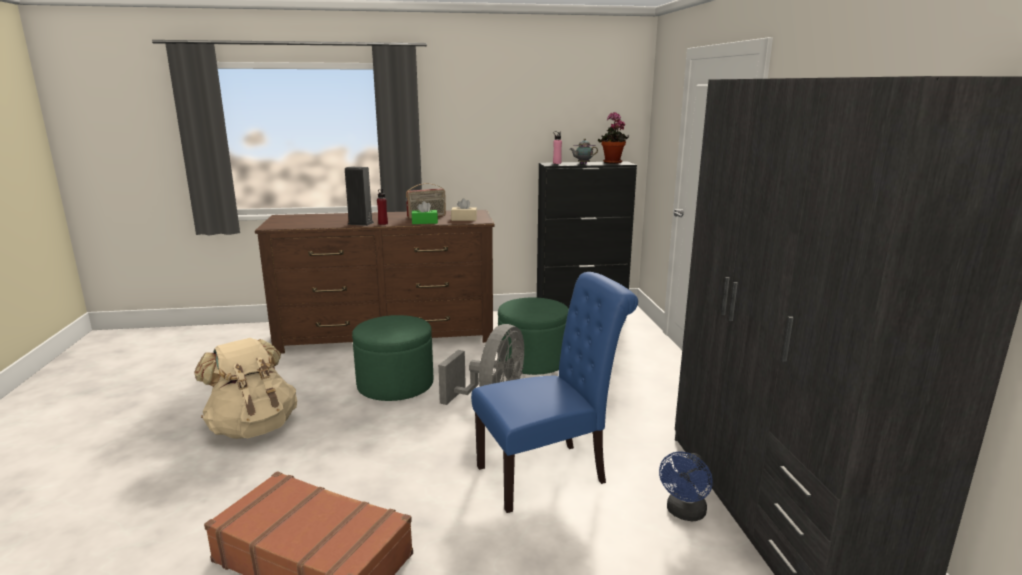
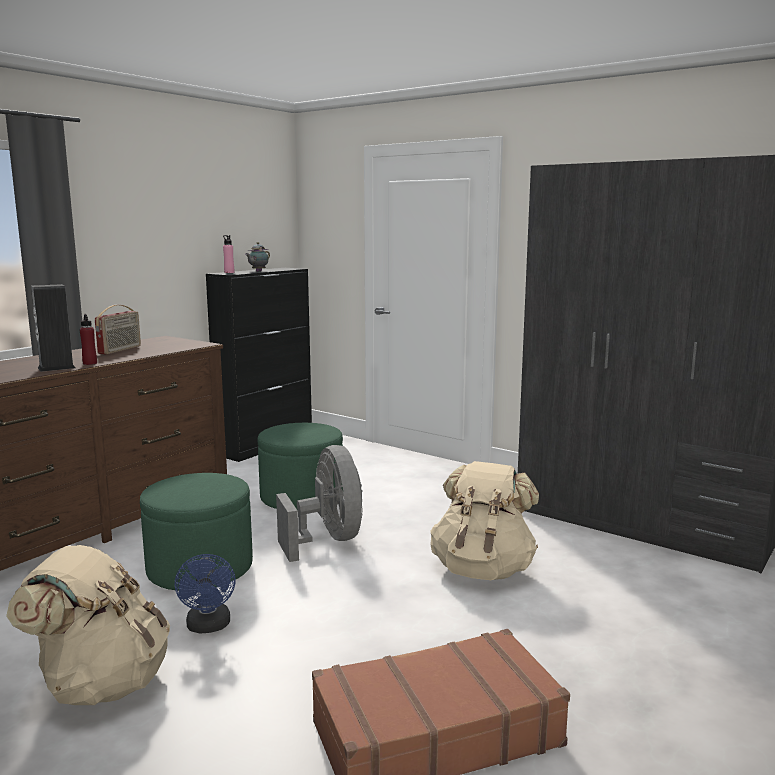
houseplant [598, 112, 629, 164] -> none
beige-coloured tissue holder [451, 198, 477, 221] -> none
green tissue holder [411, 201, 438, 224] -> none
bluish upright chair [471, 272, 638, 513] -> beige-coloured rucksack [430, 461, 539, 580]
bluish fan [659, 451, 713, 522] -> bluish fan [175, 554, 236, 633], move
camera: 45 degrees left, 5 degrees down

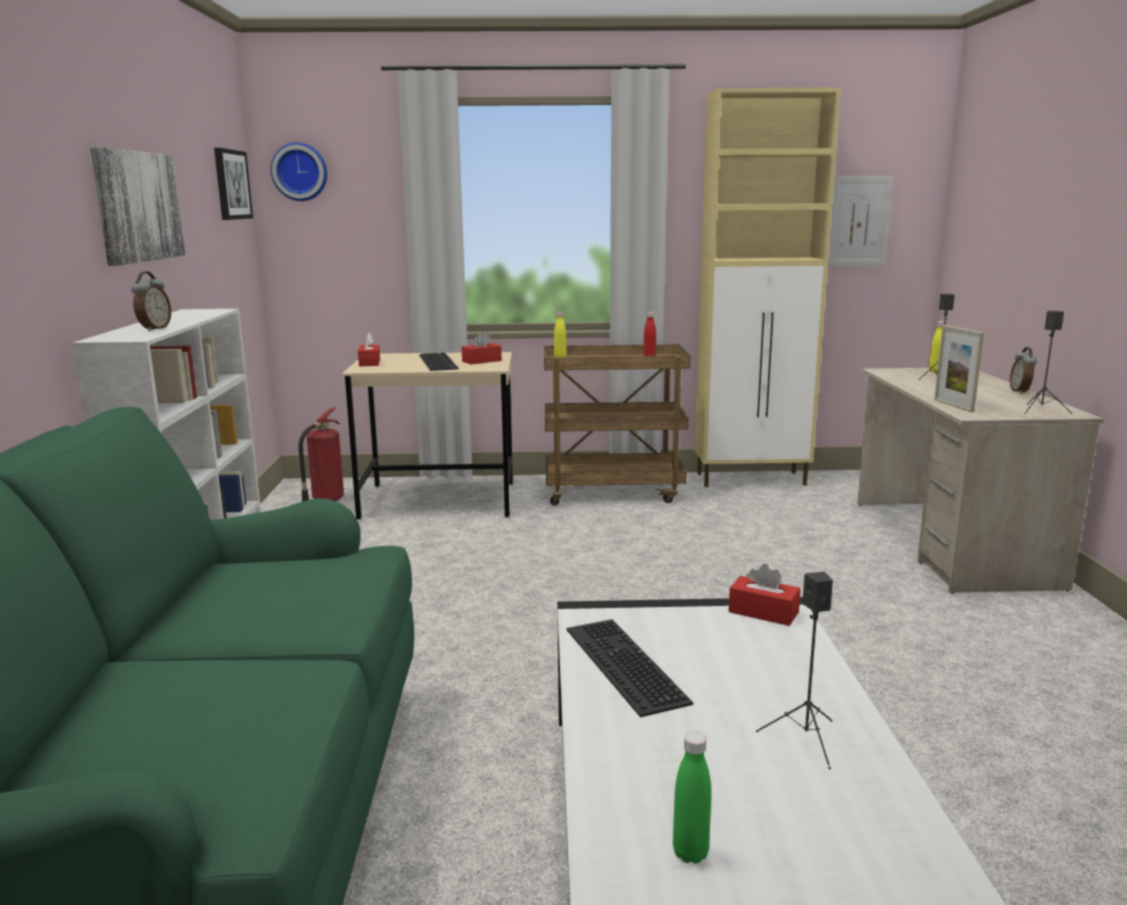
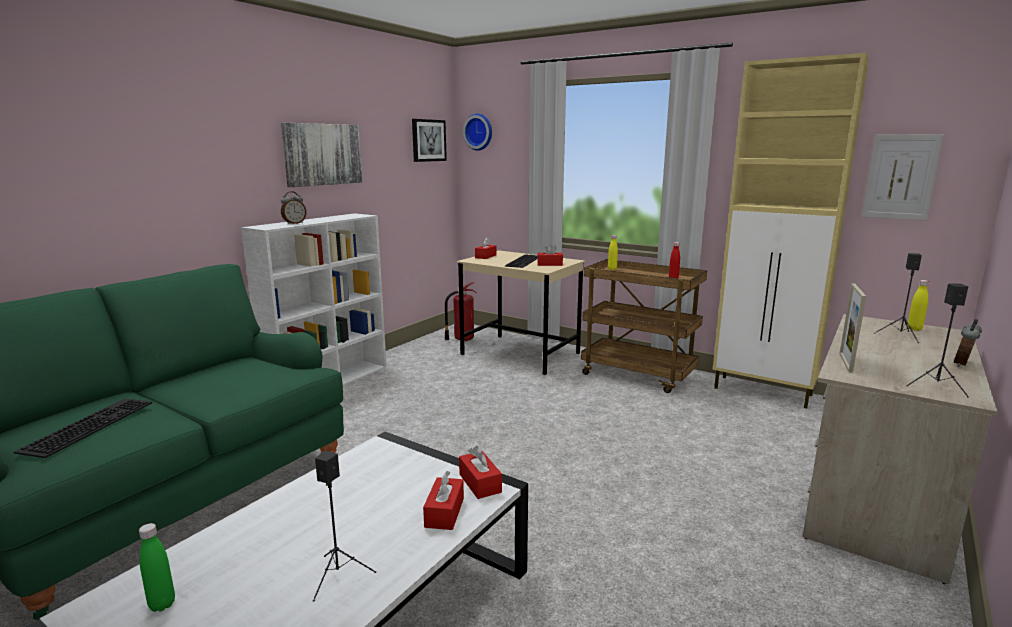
PC keyboard [567, 619, 693, 717] -> PC keyboard [14, 398, 152, 458], move
none -> red tissue holder [423, 471, 464, 530]
camera: 35 degrees right, 0 degrees up

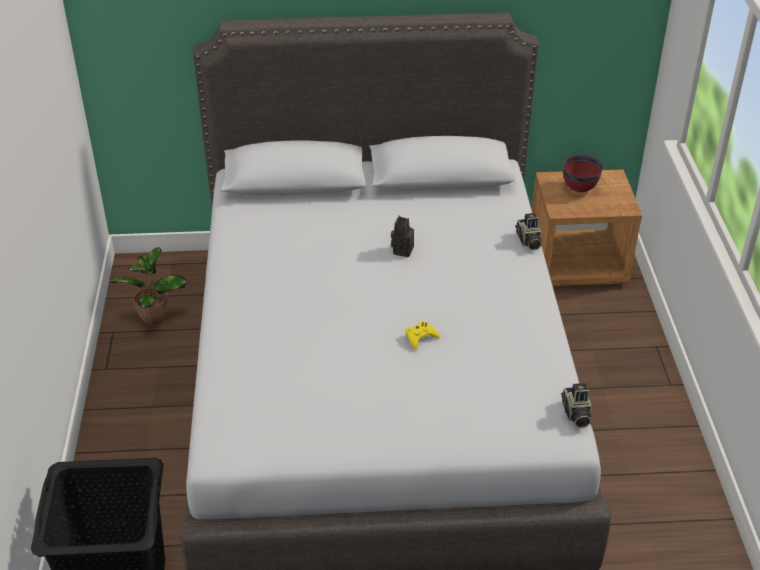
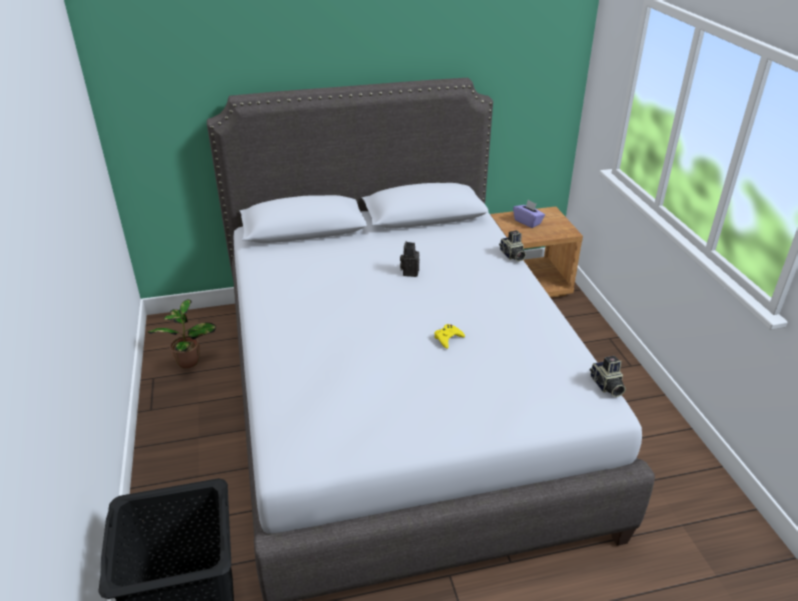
red bowl [563, 155, 603, 192] -> purple tissue holder [513, 200, 545, 228]
camera: 10 degrees left, 5 degrees down

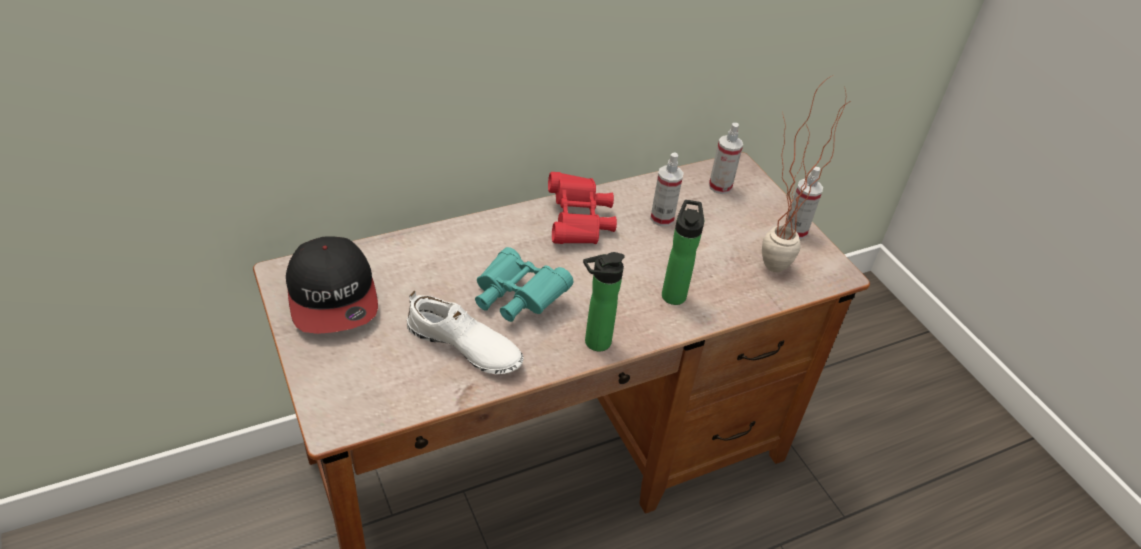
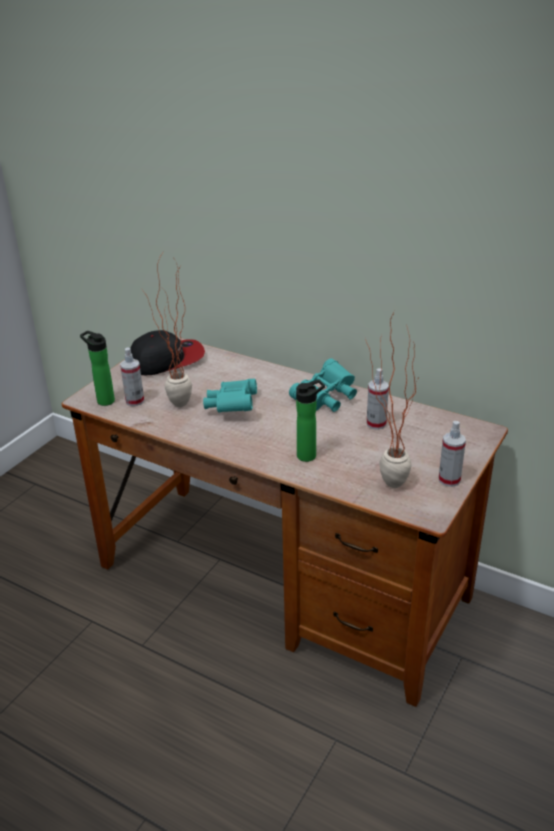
spray bottle [709, 123, 743, 194] -> spray bottle [120, 347, 144, 406], move
red binoculars [548, 172, 617, 244] -> turquoise binoculars [289, 358, 357, 412]
cap [286, 236, 378, 334] -> cap [130, 330, 205, 375], 150 degrees counterclockwise
bottle [583, 252, 625, 352] -> bottle [80, 331, 115, 406], move
white item of footwear [407, 291, 524, 374] -> houseplant [143, 254, 192, 407]
camera: 60 degrees right, 10 degrees down

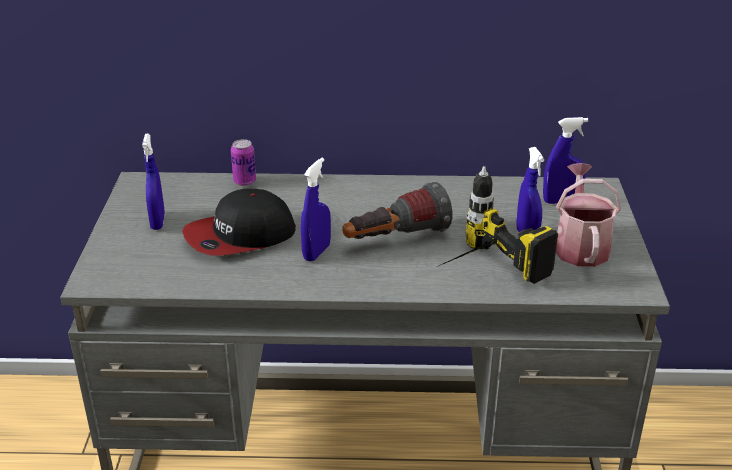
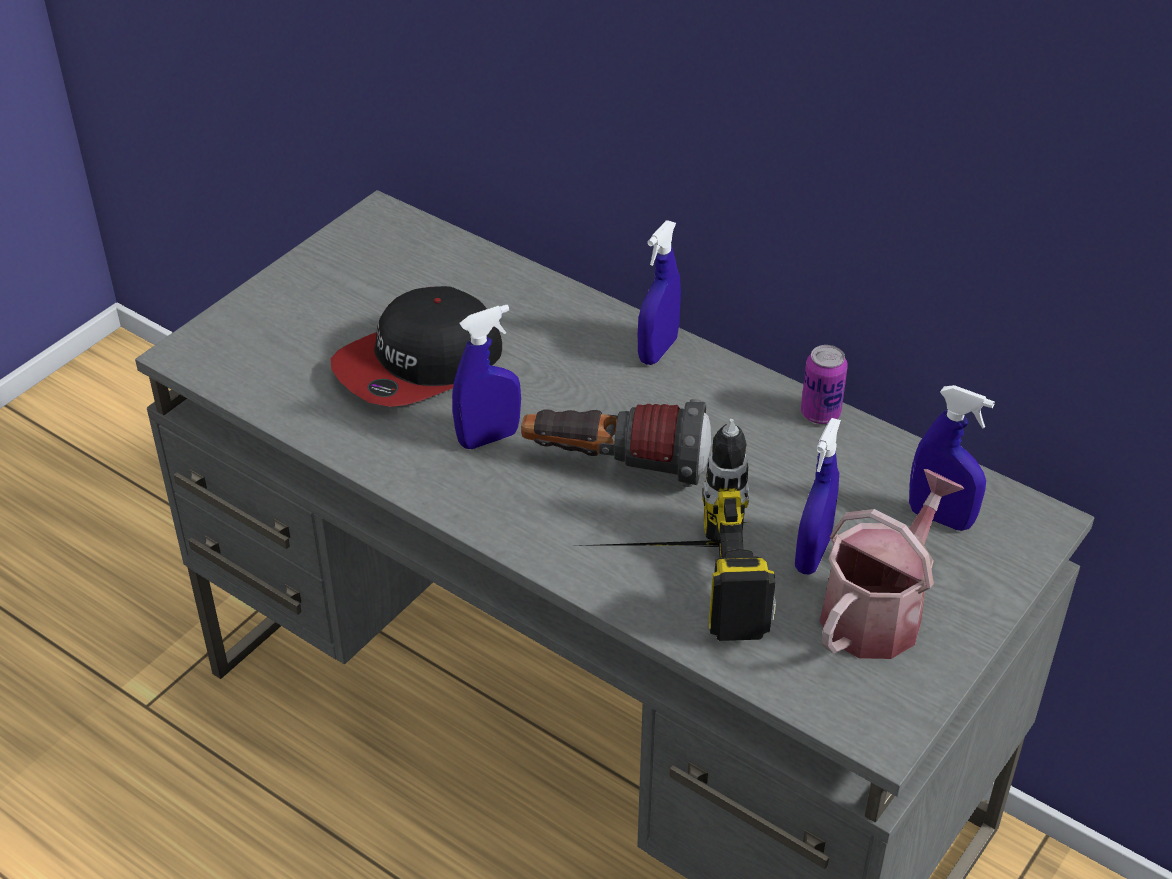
bluish spray bottle [142, 134, 165, 230] -> bluish spray bottle [638, 220, 681, 365], move
sealed can [231, 139, 256, 186] -> sealed can [801, 345, 848, 424], move
cap [182, 189, 296, 256] -> cap [331, 286, 502, 407], 45 degrees counterclockwise
camera: 35 degrees right, 10 degrees up

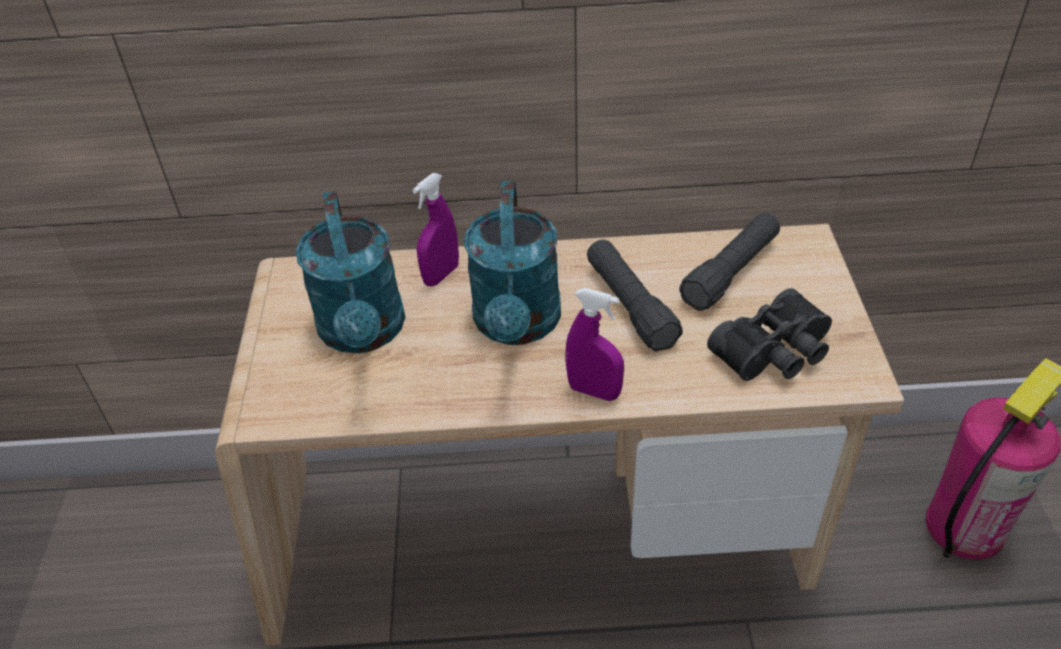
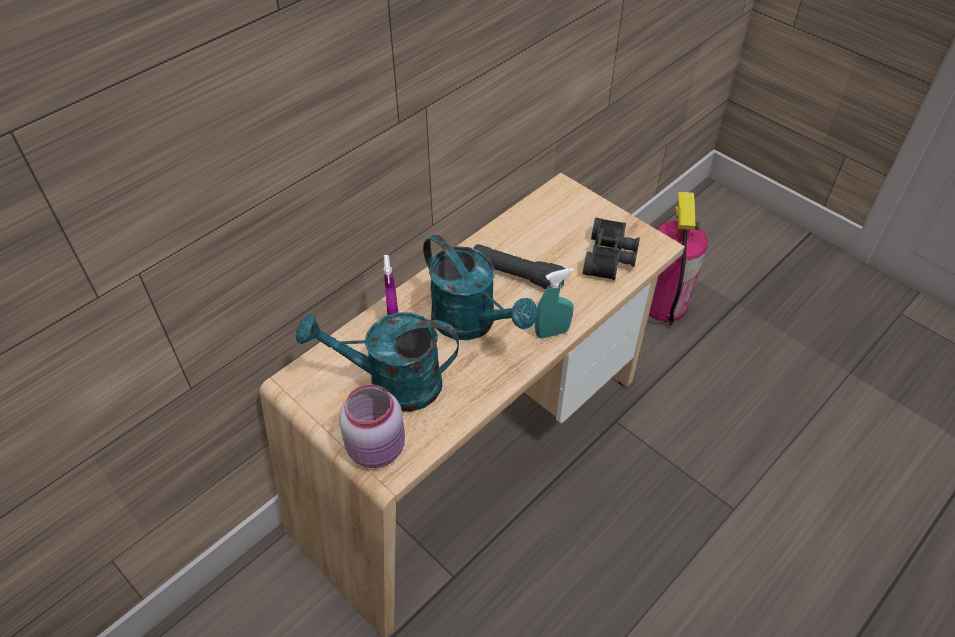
turquoise sprinkling can [296, 191, 405, 353] -> turquoise sprinkling can [296, 312, 459, 412], 150 degrees clockwise
black hand torch [679, 213, 780, 311] -> none
purple spray bottle [565, 288, 624, 401] -> turquoise spray bottle [535, 268, 574, 338]
none -> pinkish storage jar [339, 384, 405, 468]
camera: 45 degrees left, 5 degrees up

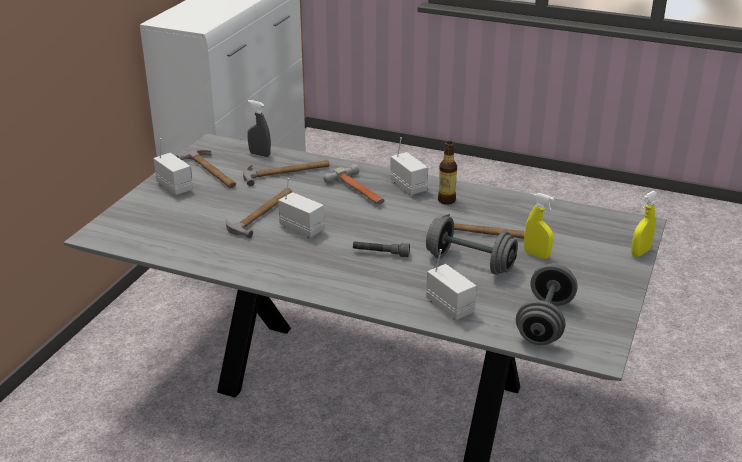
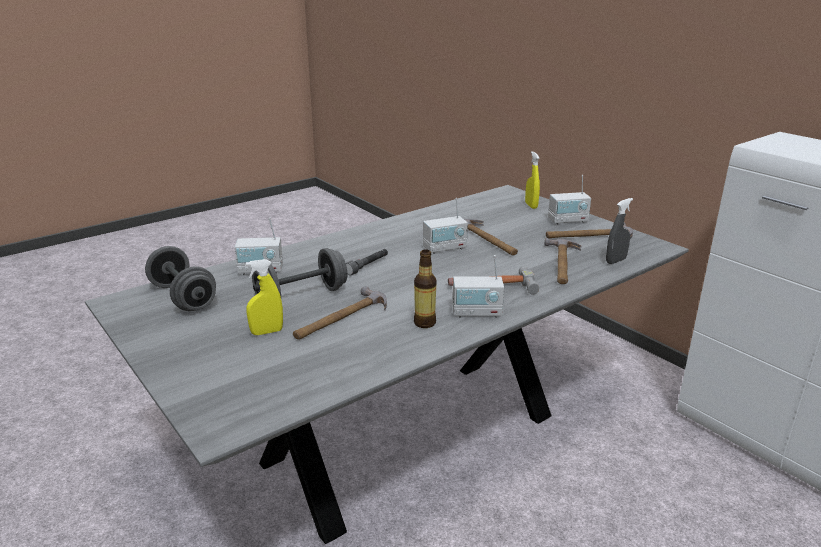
yellow spray bottle [631, 191, 657, 257] -> yellow spray bottle [525, 151, 540, 209], move
camera: 120 degrees right, 5 degrees down

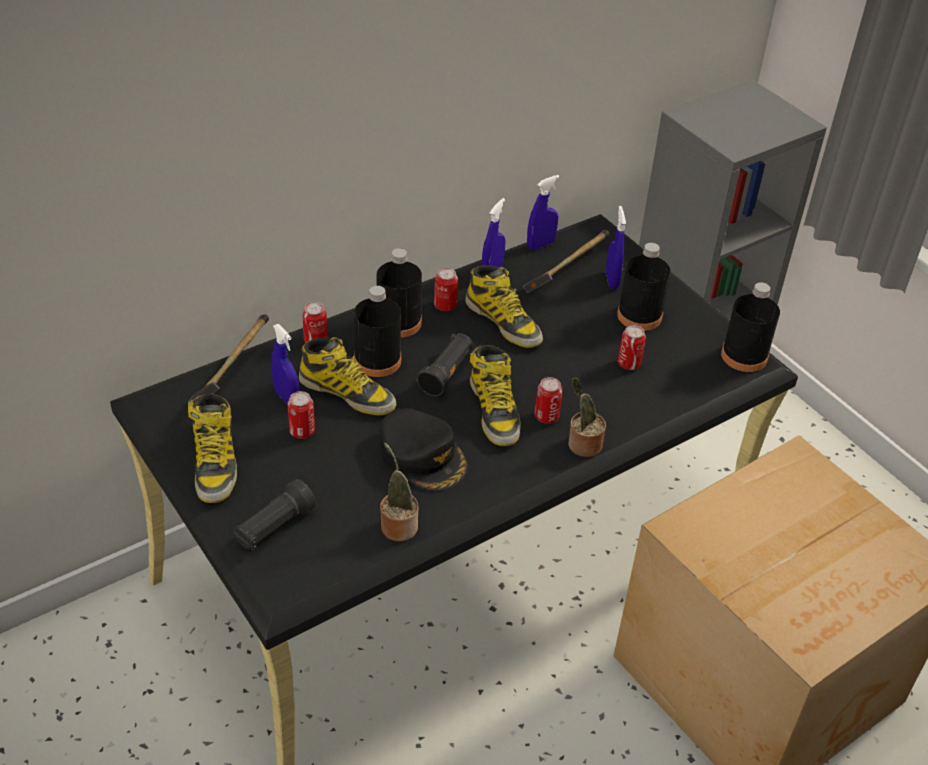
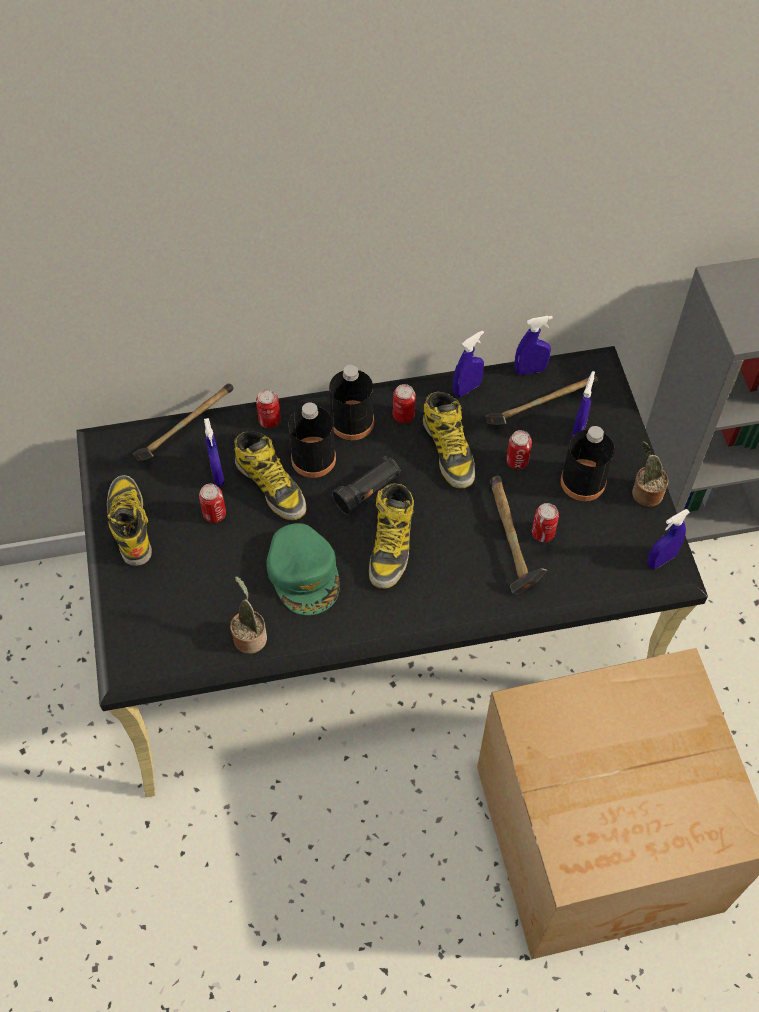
black bottle [721, 282, 780, 372] -> bluish spray bottle [648, 509, 690, 569]
sealed can [535, 377, 563, 424] -> sealed can [506, 430, 532, 469], move
houseplant [568, 378, 606, 457] -> houseplant [632, 441, 668, 507], move
tall boot [188, 394, 237, 503] -> tall boot [107, 475, 152, 566], 150 degrees clockwise
black cap [380, 408, 468, 492] -> green cap [266, 523, 340, 615]
black hand torch [233, 479, 316, 551] -> none
none -> hand hammer [489, 476, 547, 594]
camera: 25 degrees right, 15 degrees up

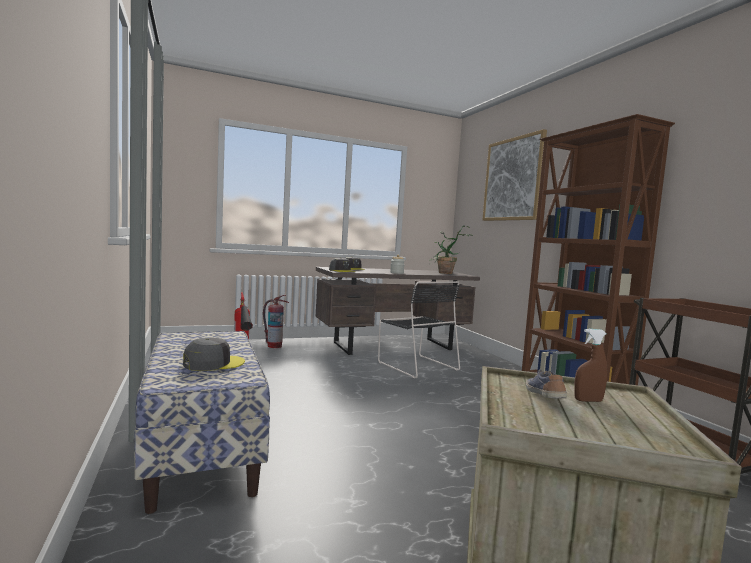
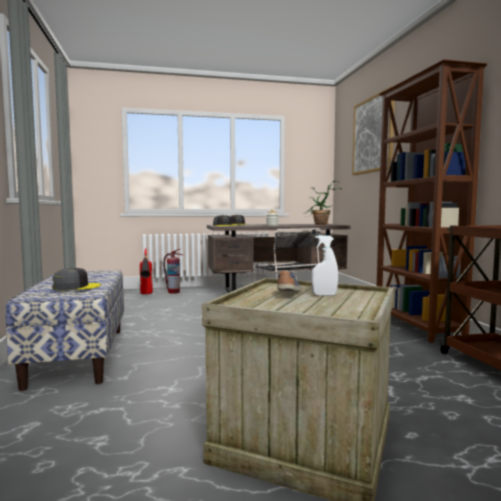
brown spray bottle [574, 329, 607, 402] -> white spray bottle [311, 235, 338, 296]
camera: 10 degrees right, 0 degrees up

